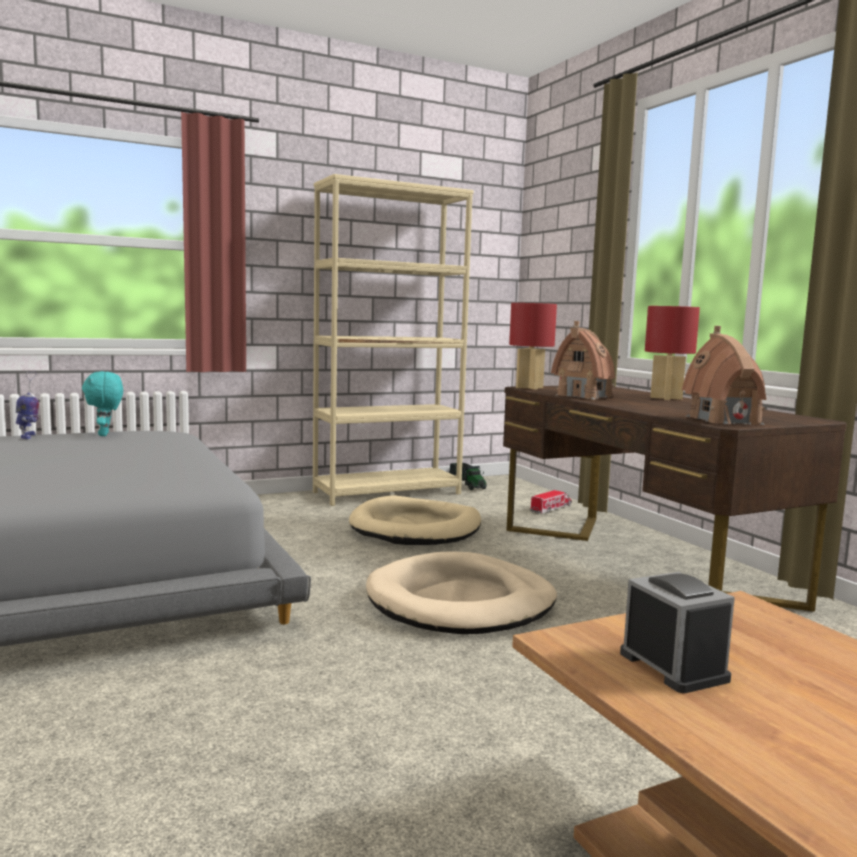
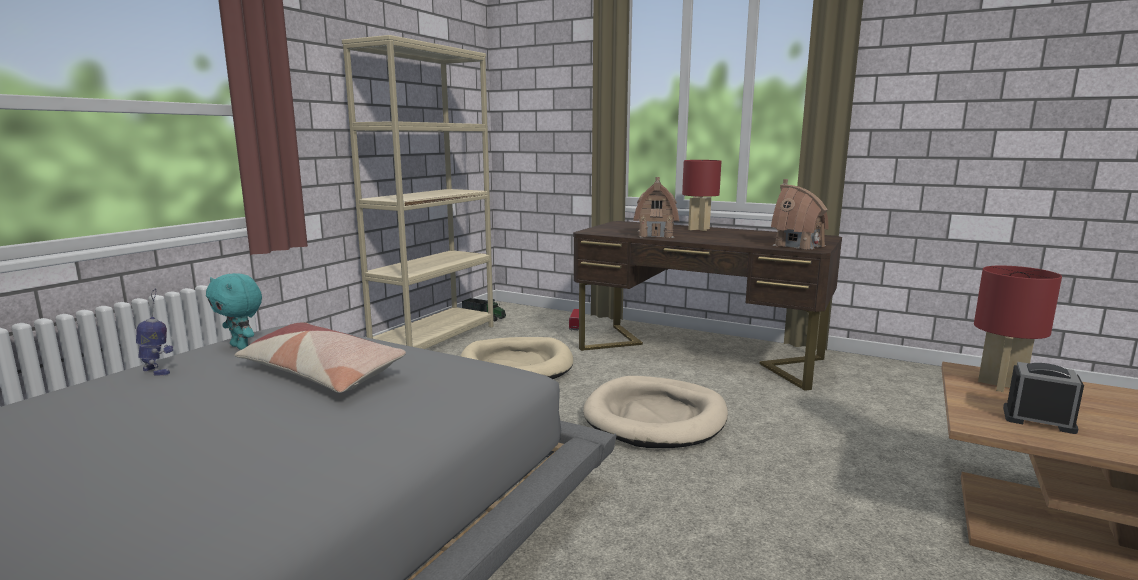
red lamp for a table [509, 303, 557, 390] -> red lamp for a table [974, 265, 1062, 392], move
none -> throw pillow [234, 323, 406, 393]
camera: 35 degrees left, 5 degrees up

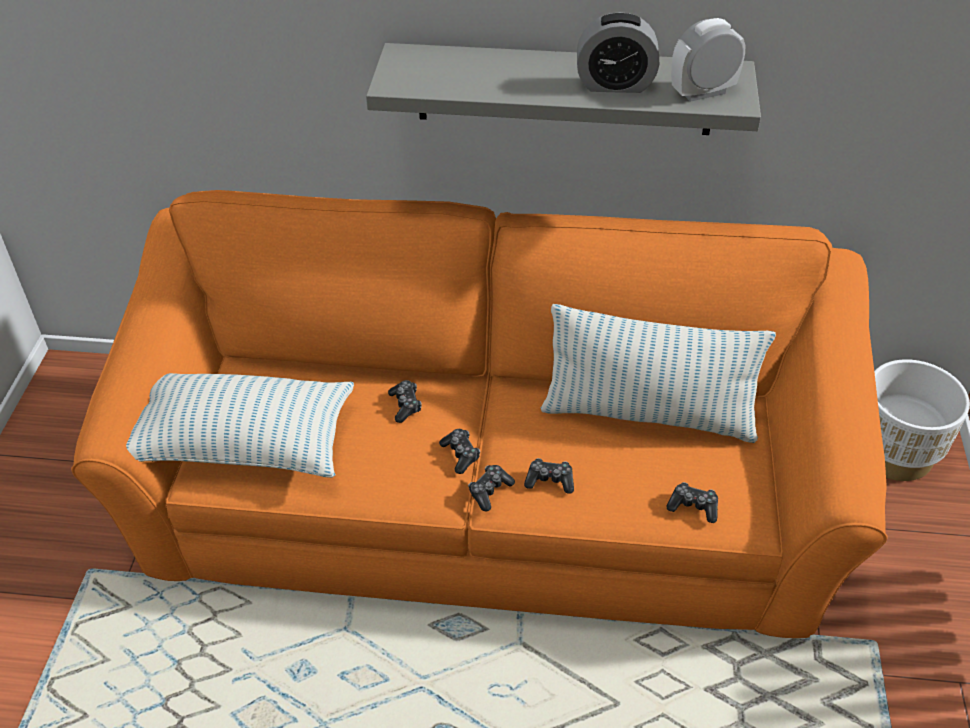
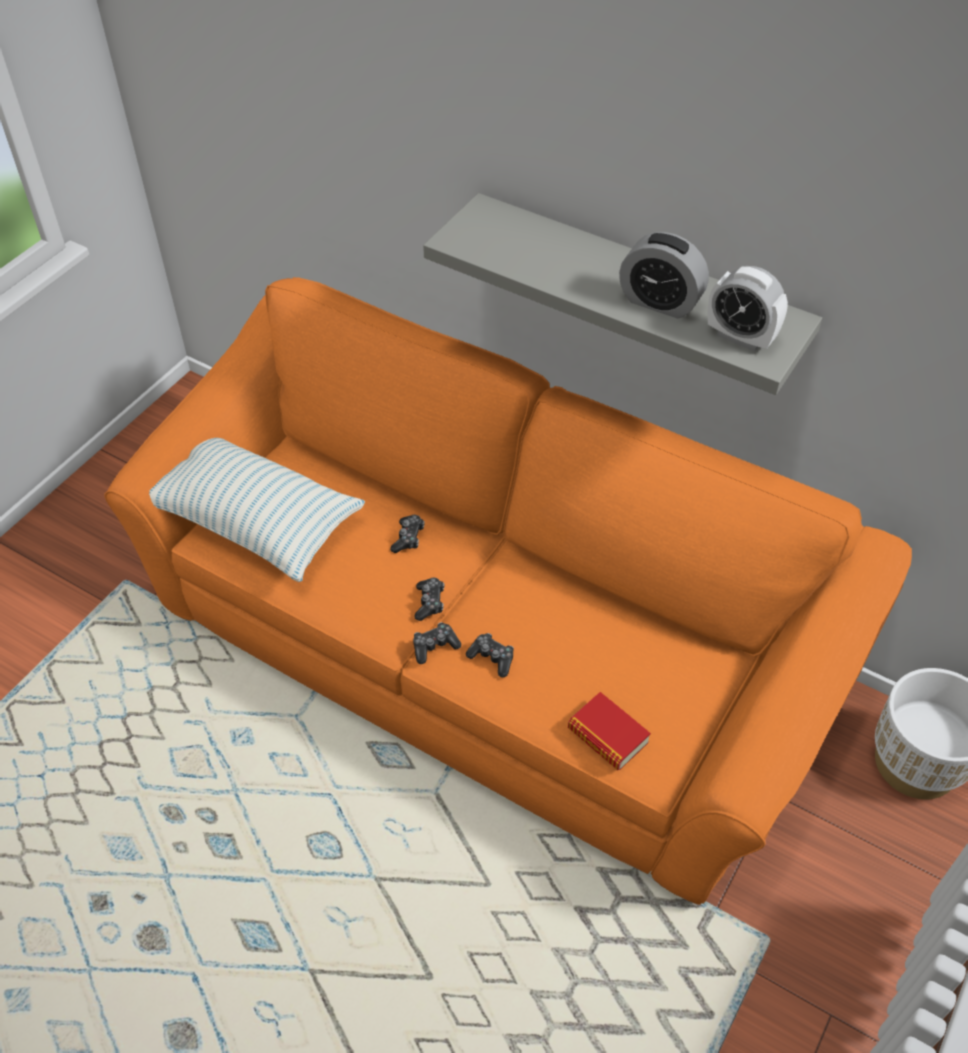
bedside clock [671, 18, 746, 102] -> bedside clock [708, 266, 788, 352], 150 degrees counterclockwise
throw pillow [541, 304, 776, 443] -> none
joypad [666, 482, 718, 523] -> bound book [568, 692, 651, 770]
camera: 25 degrees right, 5 degrees up

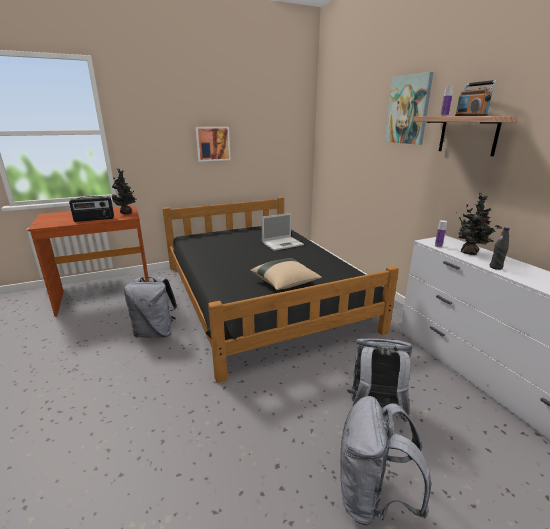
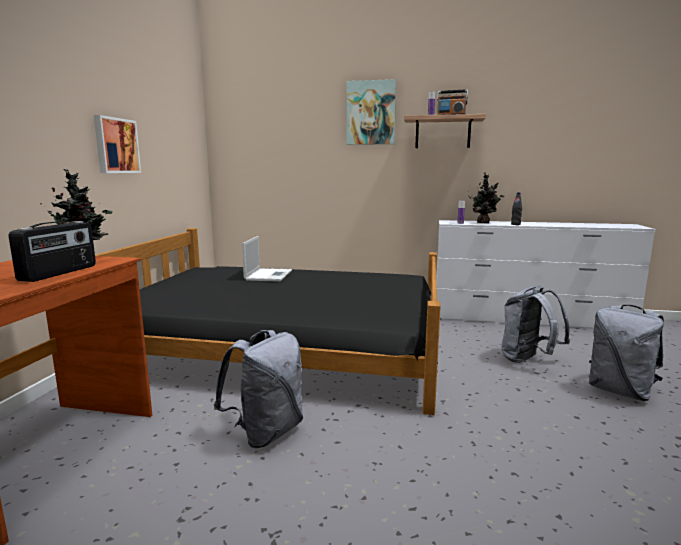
beige-coloured throw pillow [250, 258, 322, 290] -> none
camera: 55 degrees left, 10 degrees down

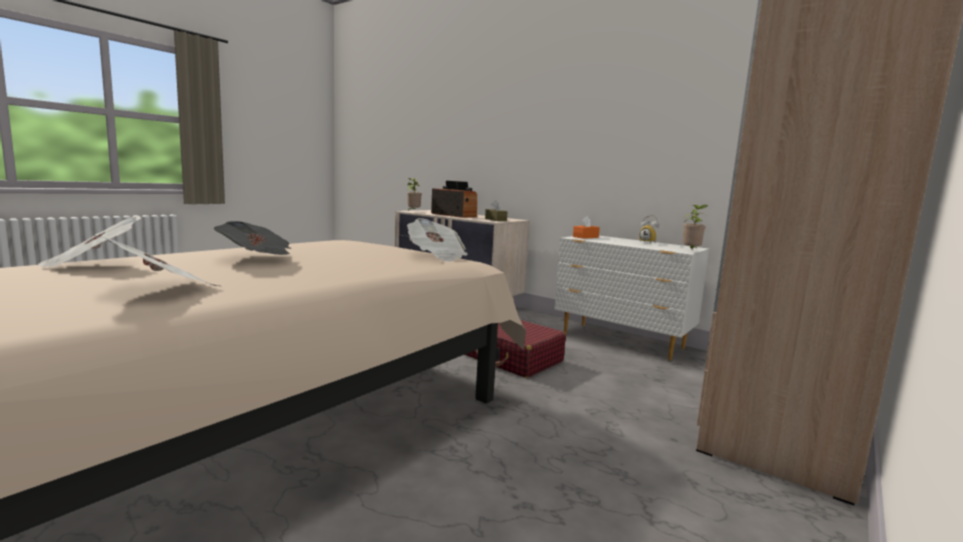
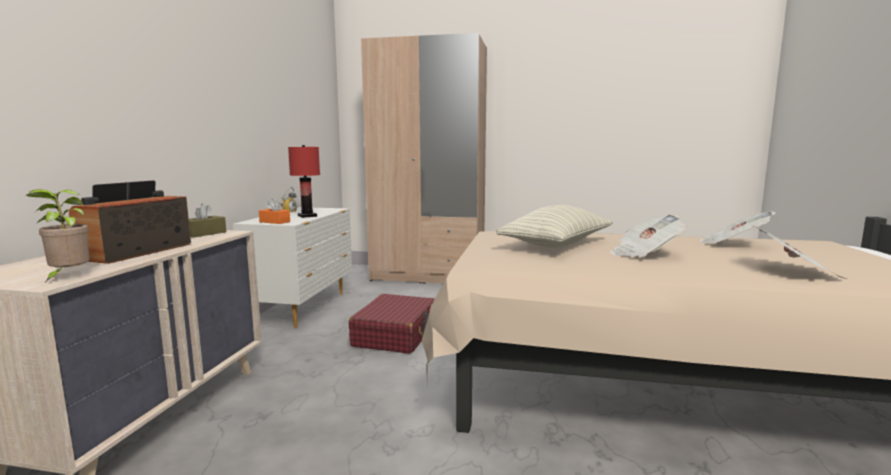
houseplant [683, 205, 707, 250] -> none
printed paper [407, 218, 468, 262] -> none
none -> red lamp for a table [288, 145, 320, 218]
none -> throw pillow [496, 205, 613, 248]
camera: 115 degrees left, 0 degrees up

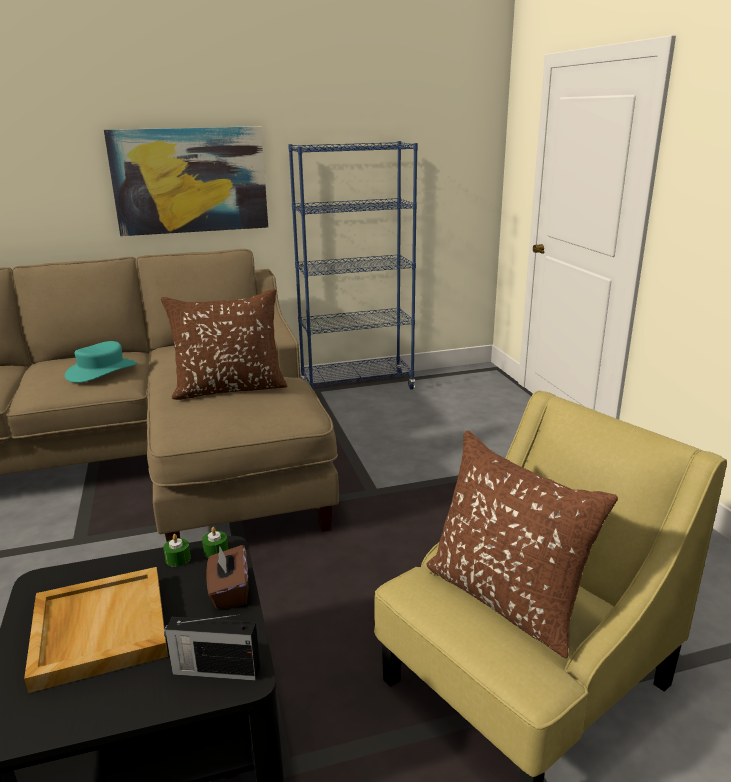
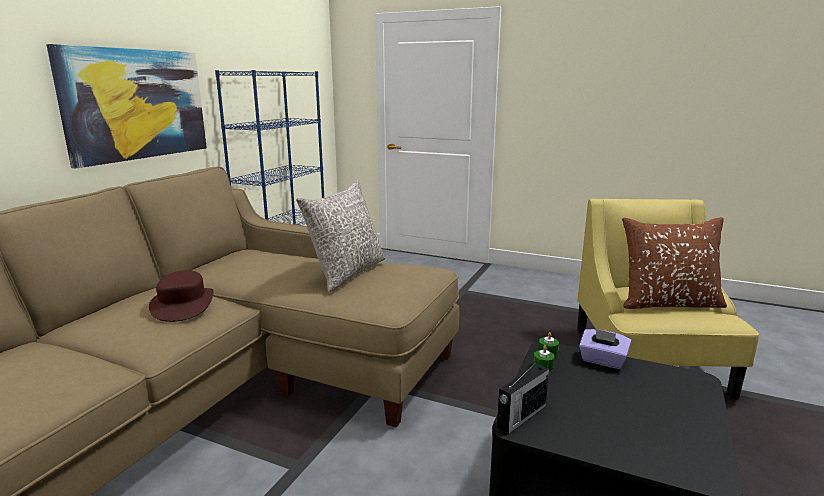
brown throw pillow [161, 289, 287, 400] -> greyish throw pillow [296, 180, 385, 292]
turquoise clothing hat [65, 341, 137, 383] -> brown clothing hat [149, 270, 214, 322]
brown tissue holder [206, 545, 248, 609] -> purple tissue holder [579, 329, 631, 369]
beige-coloured serving tray [24, 567, 168, 693] -> none
radio set [164, 614, 260, 681] -> radio set [497, 359, 549, 434], move
camera: 50 degrees left, 5 degrees down

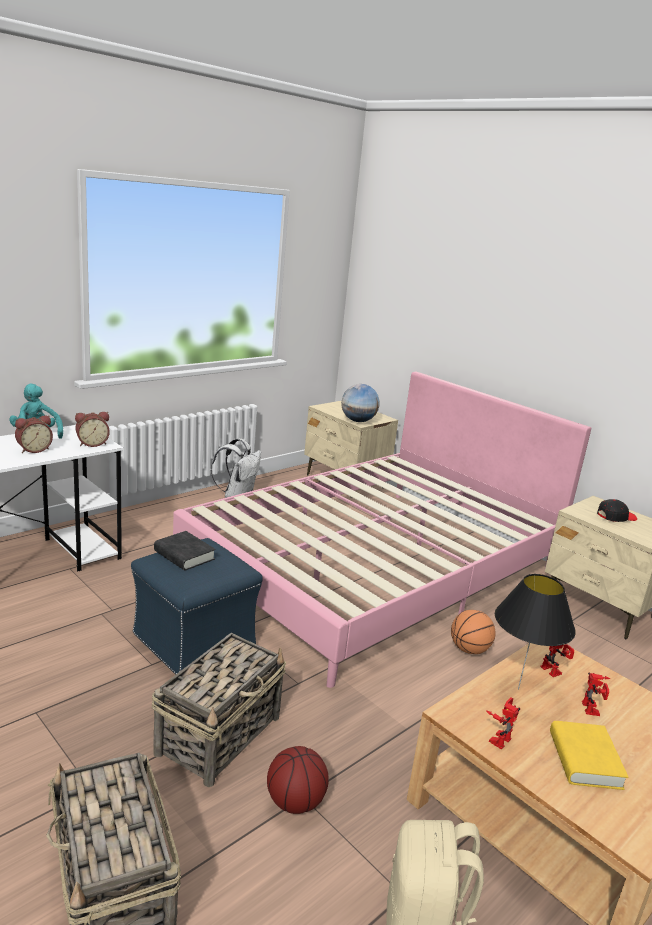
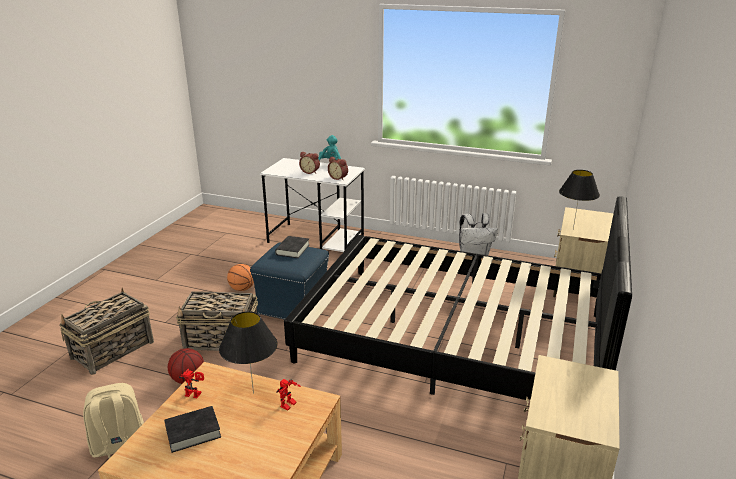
pinkish bedroom bed [173, 372, 591, 688] -> black bedroom bed [284, 196, 632, 400]
globe [341, 384, 379, 422] -> black lamp for a table [559, 170, 600, 229]
black cap [597, 499, 637, 522] -> none
basketball [451, 610, 496, 654] -> basketball [227, 264, 254, 291], move
model robot [582, 672, 610, 716] -> none
yellow bound book [550, 721, 628, 790] -> black bound book [164, 406, 221, 453]
camera: 65 degrees right, 5 degrees up

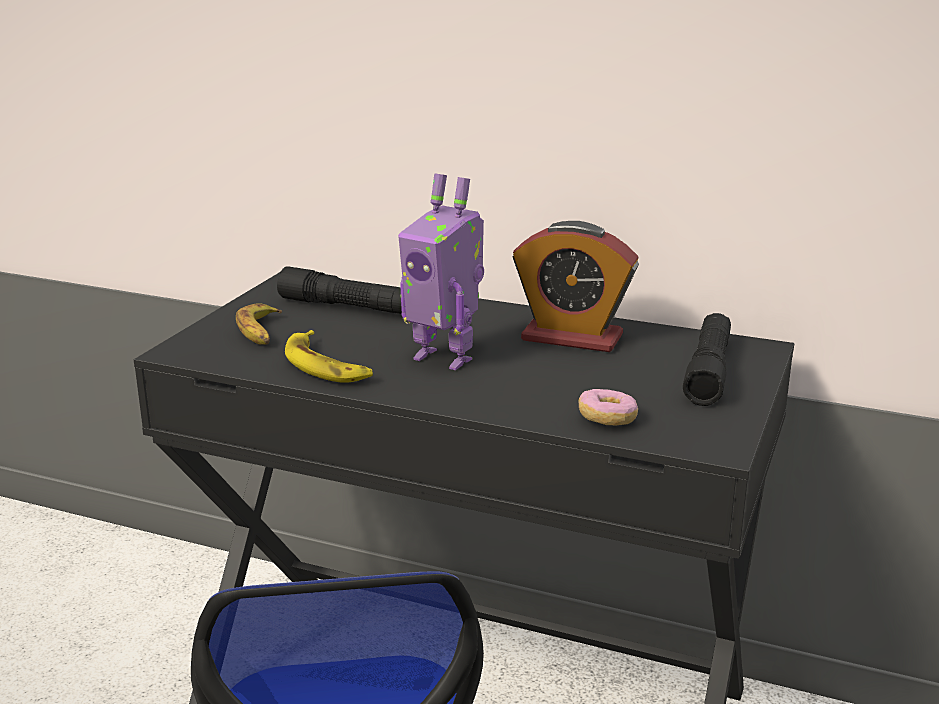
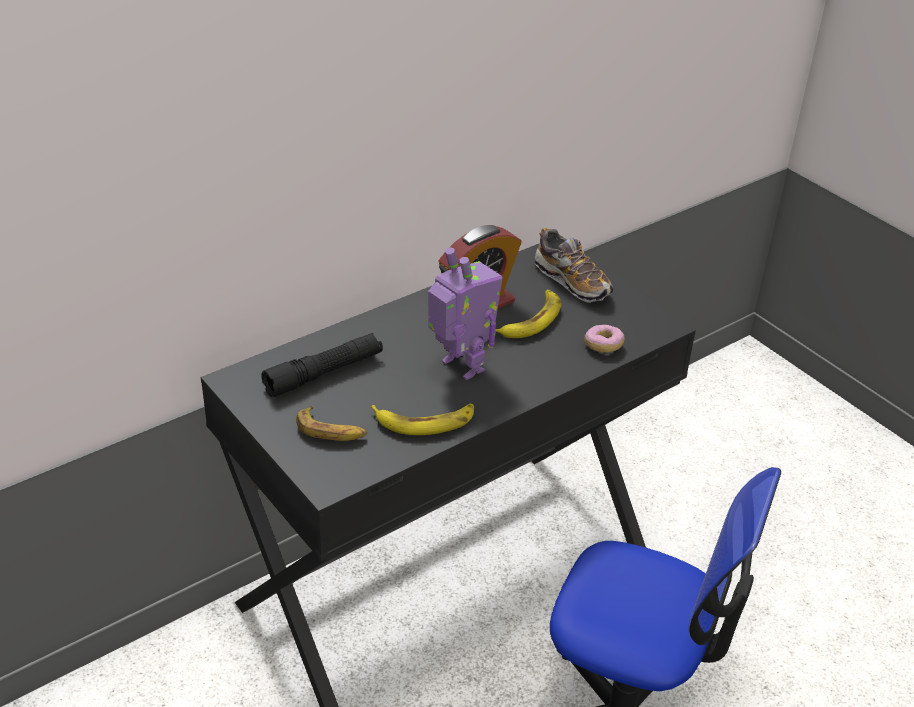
model robot [398, 173, 484, 370] -> model robot [428, 247, 503, 380], 105 degrees counterclockwise
black hand torch [683, 313, 731, 406] -> item of footwear [535, 228, 613, 303]
none -> whole banana [496, 290, 562, 338]
camera: 60 degrees left, 15 degrees up

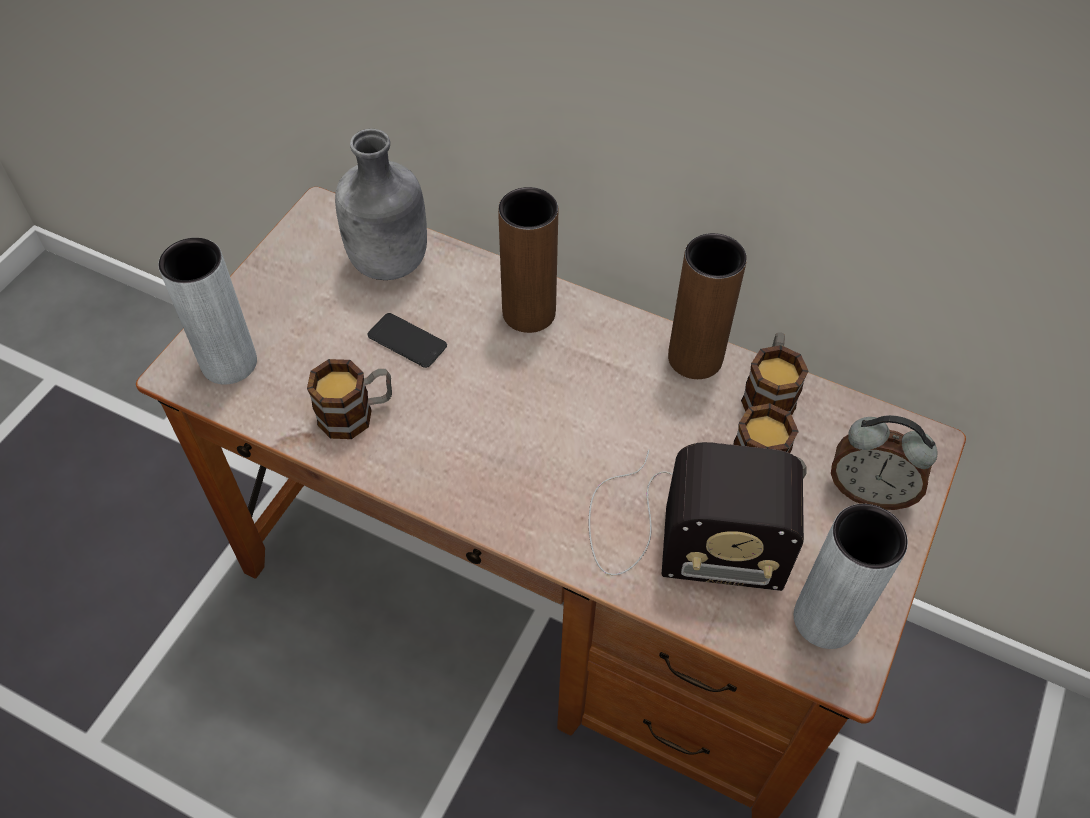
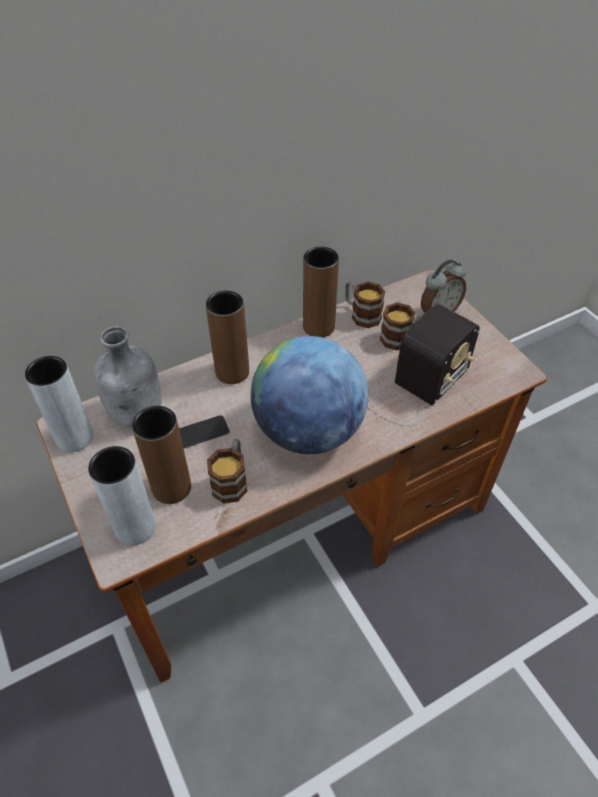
greyish vase [794, 504, 908, 649] -> greyish vase [25, 356, 93, 453], move
none -> globe [250, 336, 369, 454]
none -> brown vase [132, 406, 191, 504]
camera: 55 degrees left, 5 degrees down

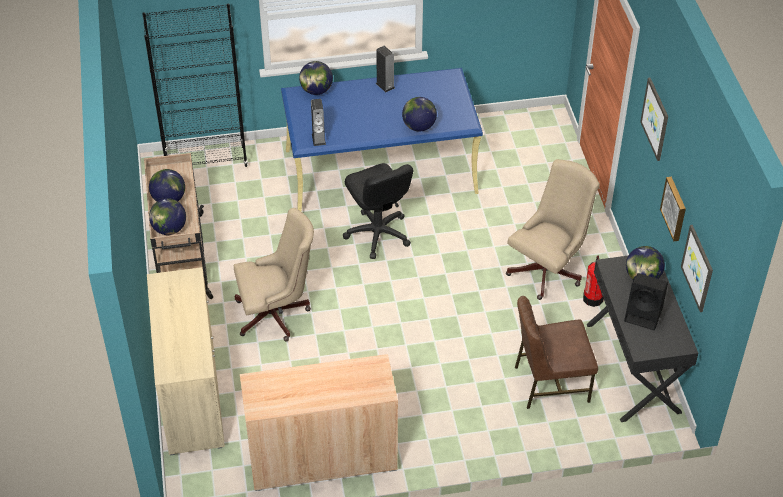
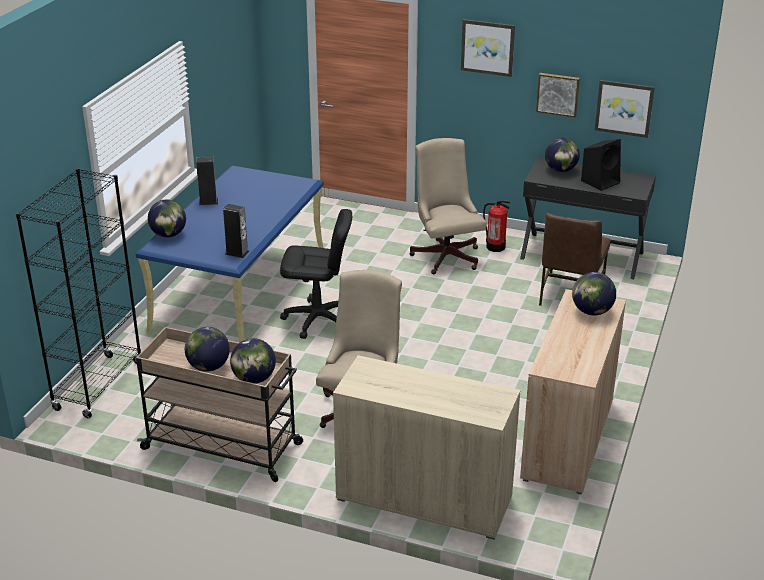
globe [402, 97, 437, 132] -> globe [572, 272, 616, 315], move
camera: 60 degrees left, 15 degrees down

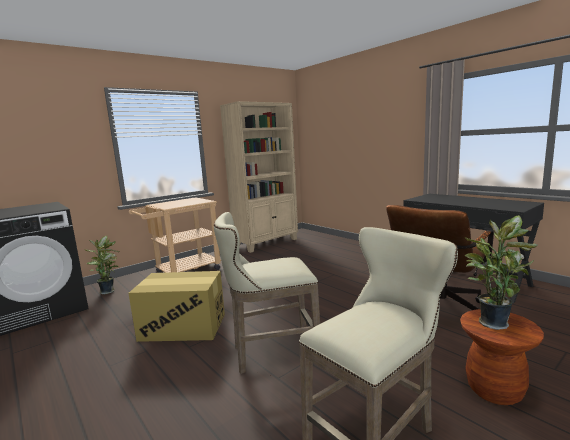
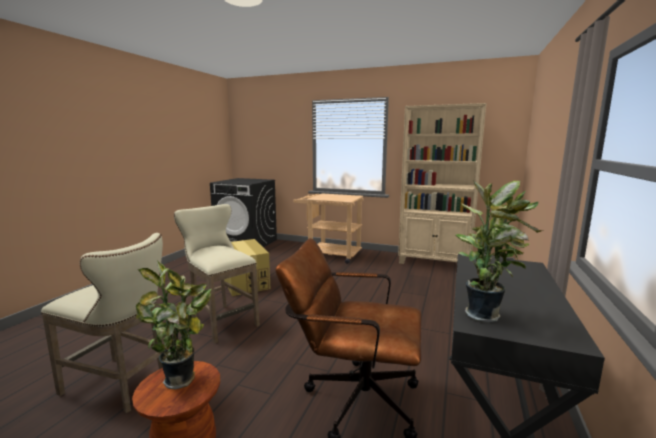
houseplant [84, 236, 120, 294] -> houseplant [456, 180, 544, 323], move
camera: 60 degrees right, 0 degrees up

